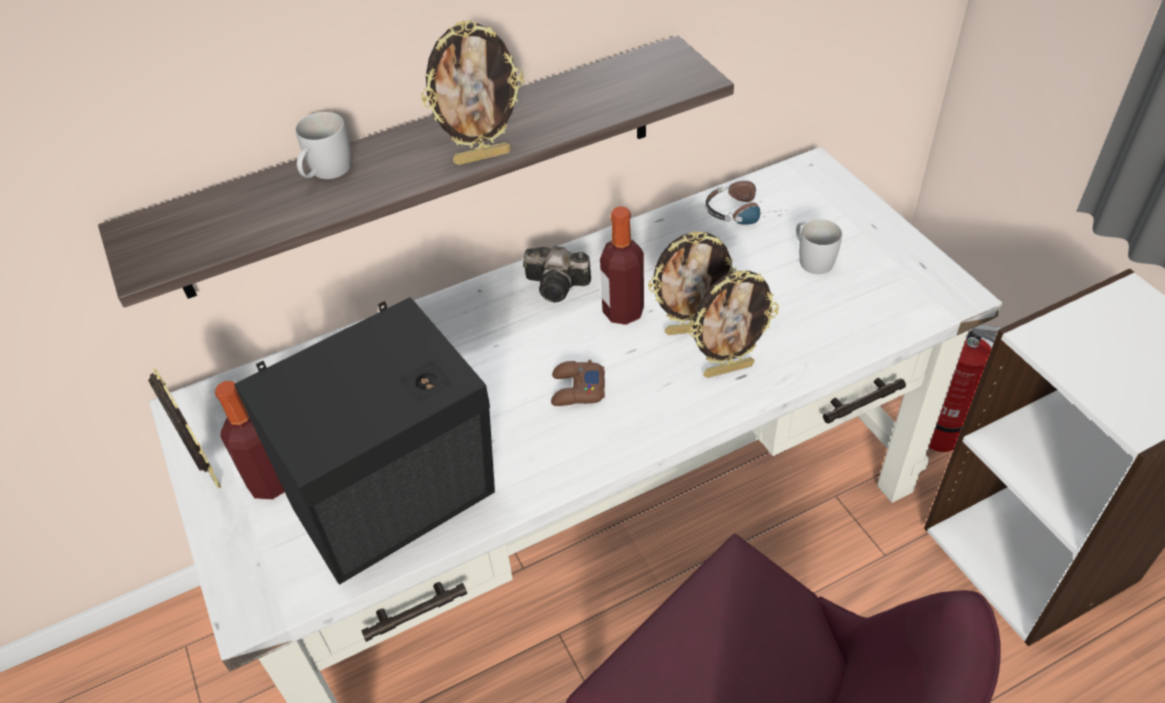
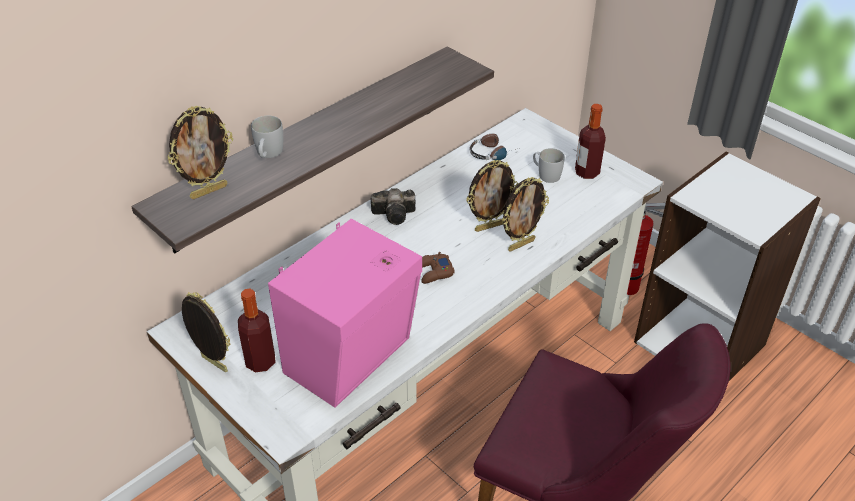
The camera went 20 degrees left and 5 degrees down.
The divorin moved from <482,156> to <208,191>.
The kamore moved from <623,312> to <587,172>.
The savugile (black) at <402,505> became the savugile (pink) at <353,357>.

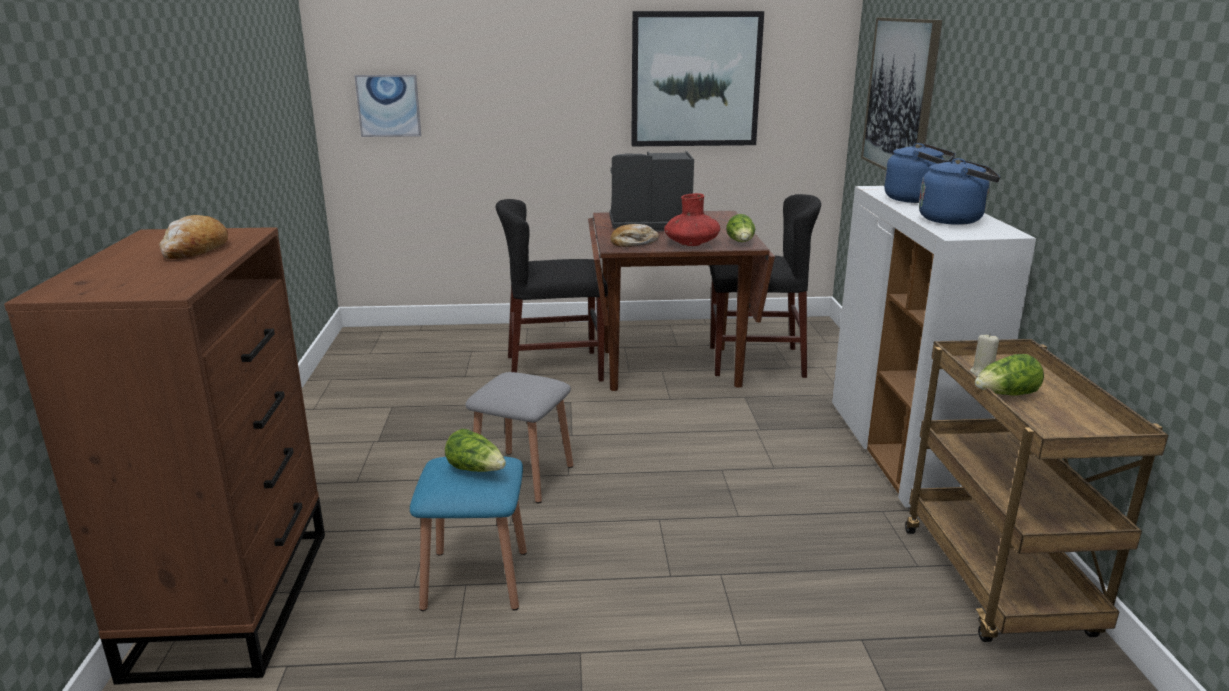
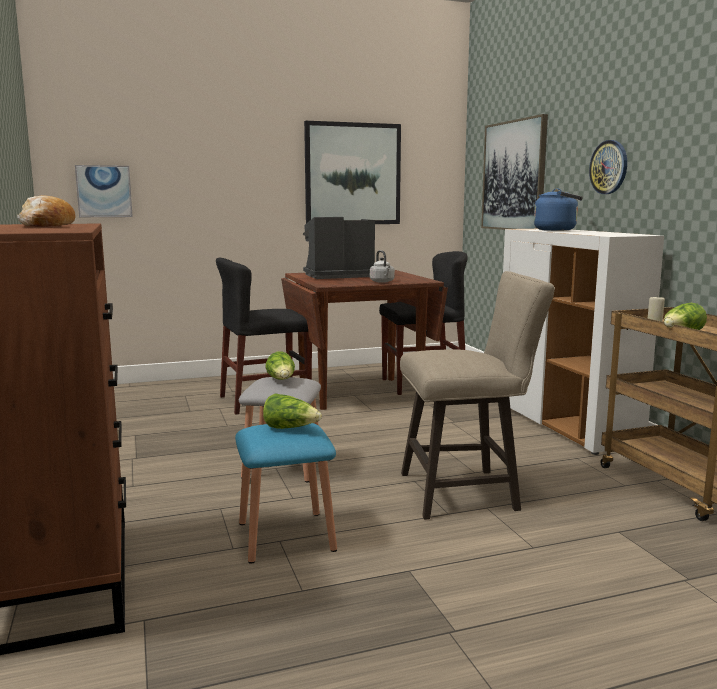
The camera went 15 degrees left and 10 degrees down.
The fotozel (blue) at <954,220> disappeared.
The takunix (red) at <691,244> was replaced by the fotozel (grey) at <382,282>.
The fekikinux moved from <741,242> to <281,380>.
The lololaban at <633,243> disappeared.
The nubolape at <609,167> appeared.
The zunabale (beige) at <467,492> appeared.

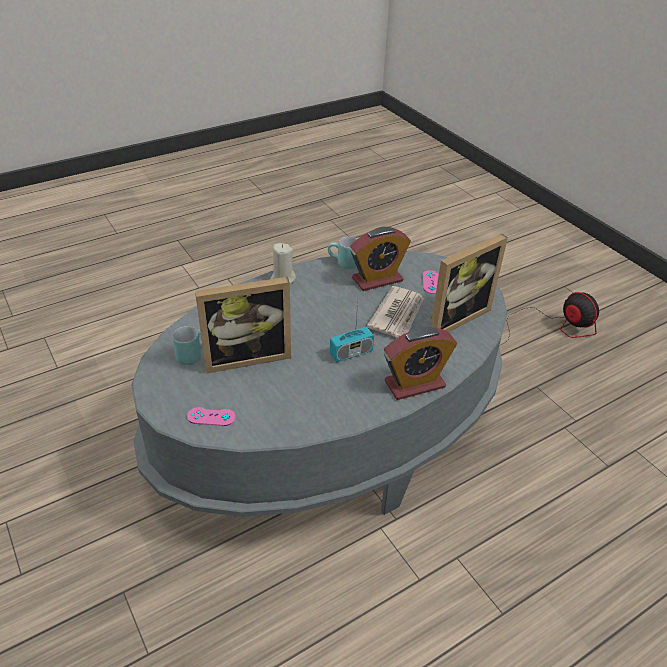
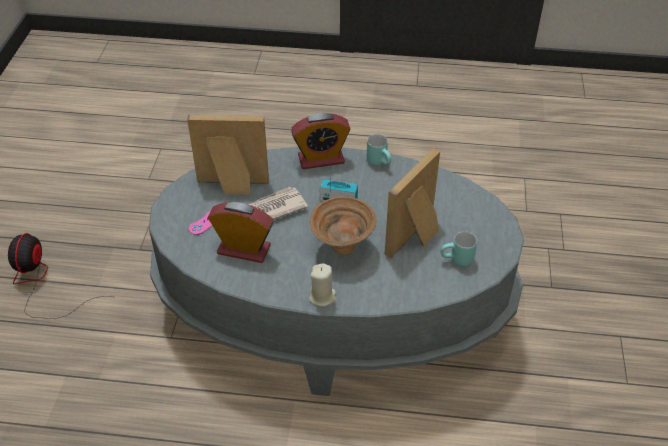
The camera went 140 degrees left and 5 degrees up.
The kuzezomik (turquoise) moved from <343,264> to <380,162>.
The divorin at <246,356> turned 75 degrees counterclockwise.
The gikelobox at <414,384> turned 150 degrees clockwise.
The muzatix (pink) at <211,417> disappeared.
The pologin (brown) at <342,248> appeared.

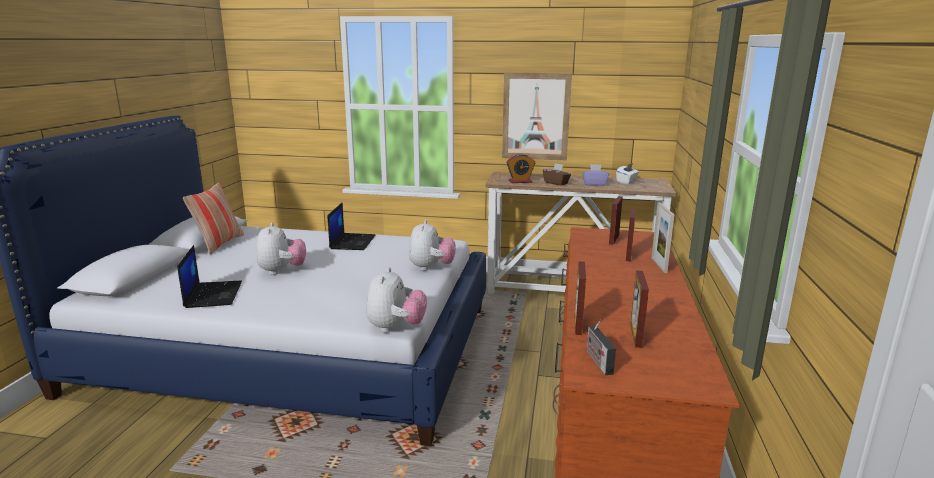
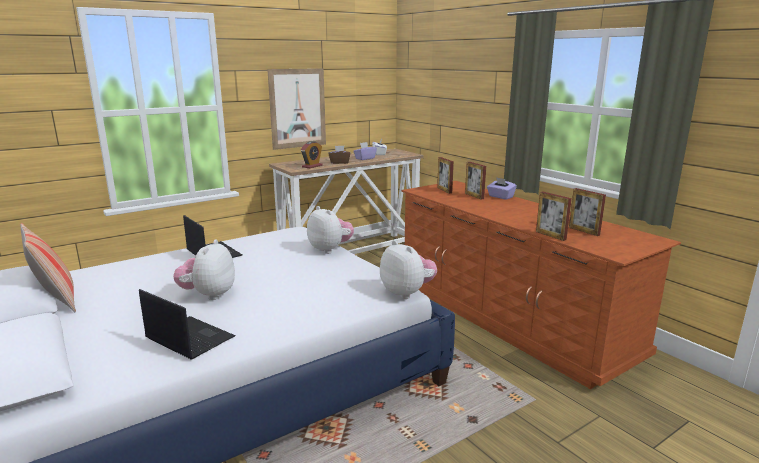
The camera went 45 degrees left and 0 degrees up.
The divorin at <659,265> was replaced by the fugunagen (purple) at <500,197>.
The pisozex at <282,271> turned 120 degrees counterclockwise.
The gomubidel at <597,361> disappeared.

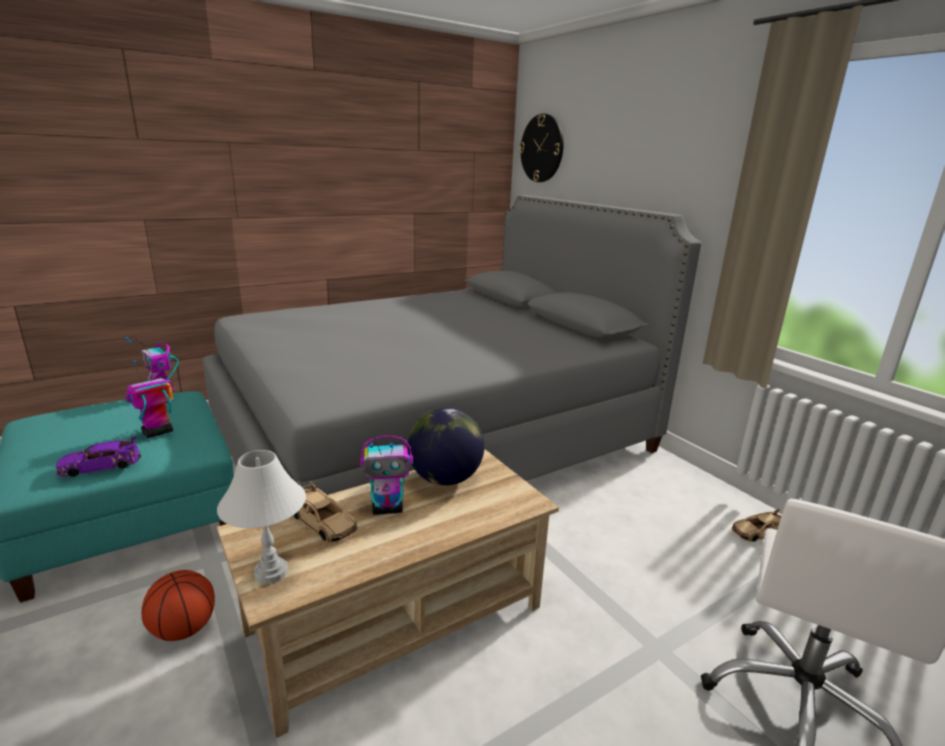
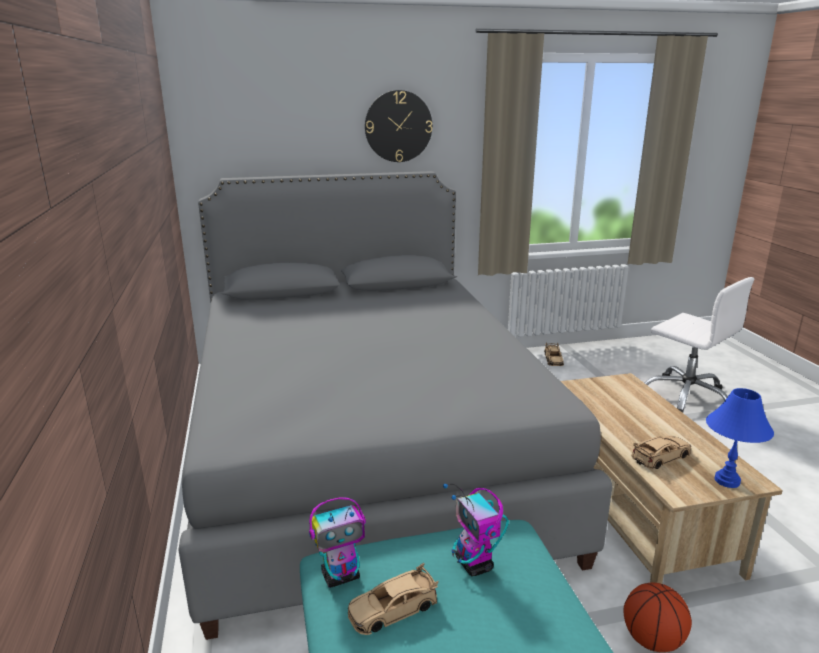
The camera went 70 degrees left and 0 degrees up.
The nubolape moved from <542,148> to <398,126>.
The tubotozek at <445,479> disappeared.
The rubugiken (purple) at <100,466> disappeared.
The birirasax at <388,508> disappeared.
The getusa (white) at <271,573> became the getusa (blue) at <727,480>.
The rubugiken (beige) at <393,609> appeared.

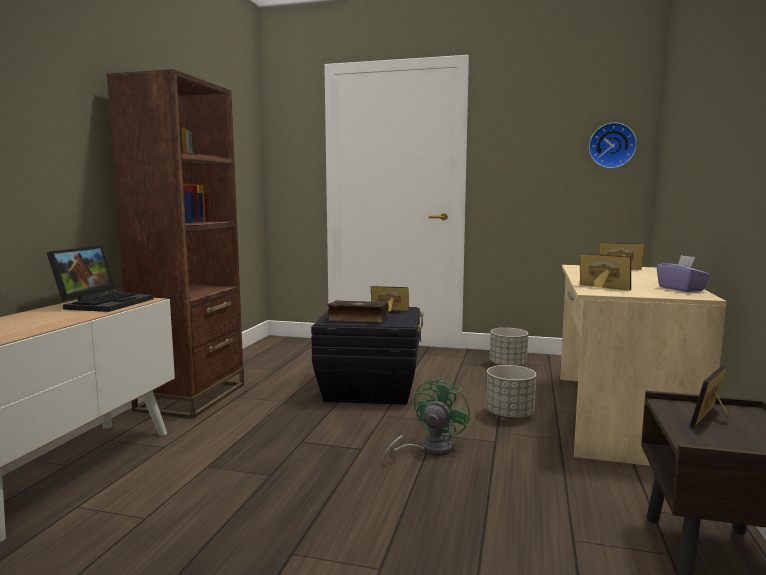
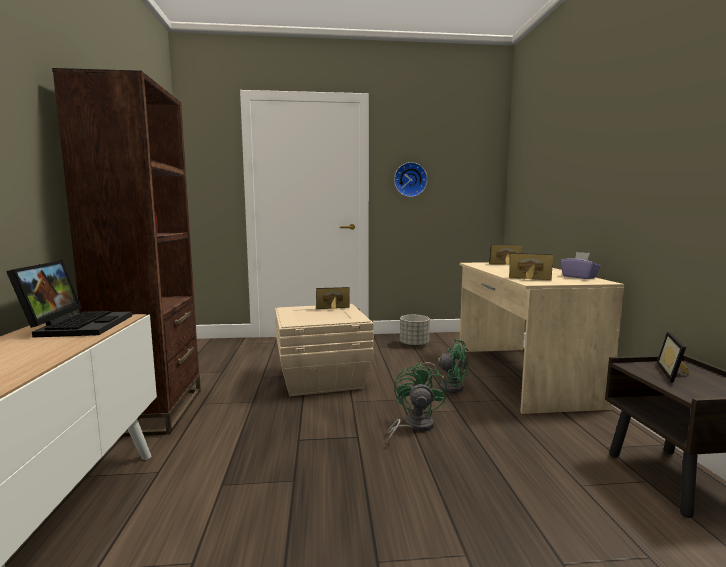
The camera went 20 degrees left and 0 degrees up.
The nubolape moved from <611,145> to <410,179>.
The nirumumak at <358,319> disappeared.
The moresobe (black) at <370,388> became the moresobe (beige) at <322,378>.
The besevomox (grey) at <509,415> was replaced by the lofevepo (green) at <449,386>.

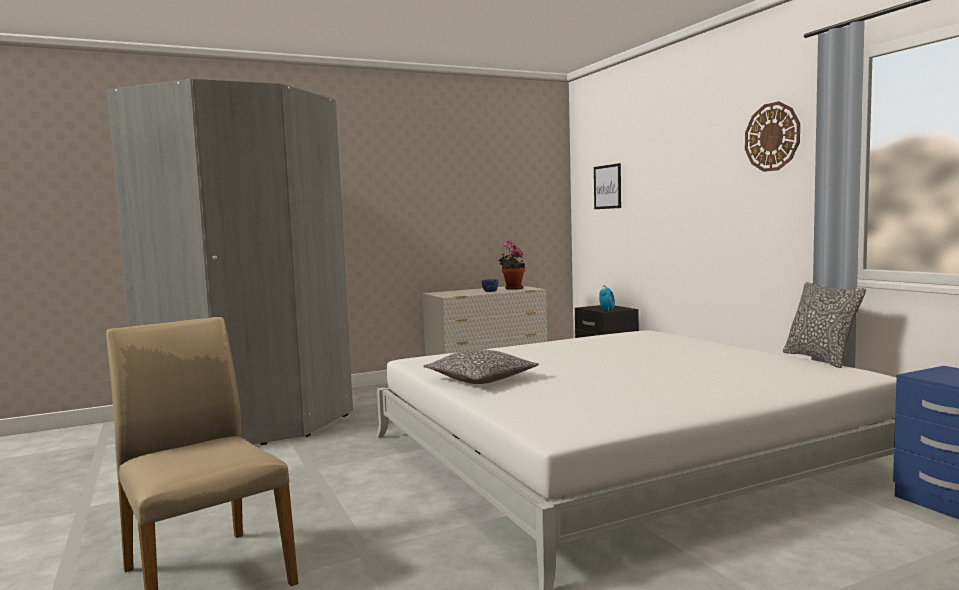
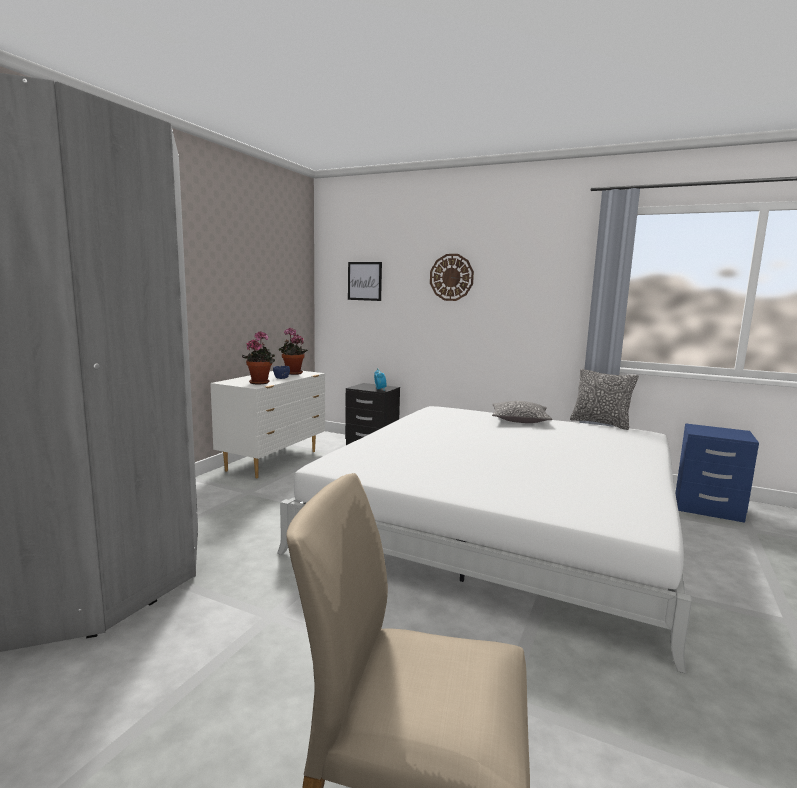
The camera went 40 degrees left and 5 degrees up.
The nubolape moved from <772,137> to <451,277>.
The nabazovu moved from <481,379> to <519,420>.
The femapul at <260,382> appeared.

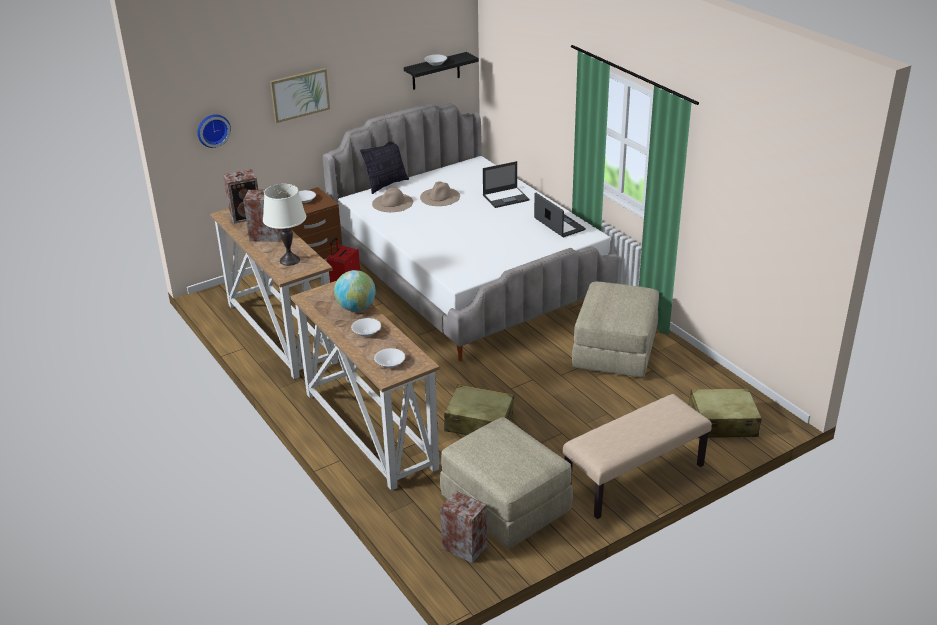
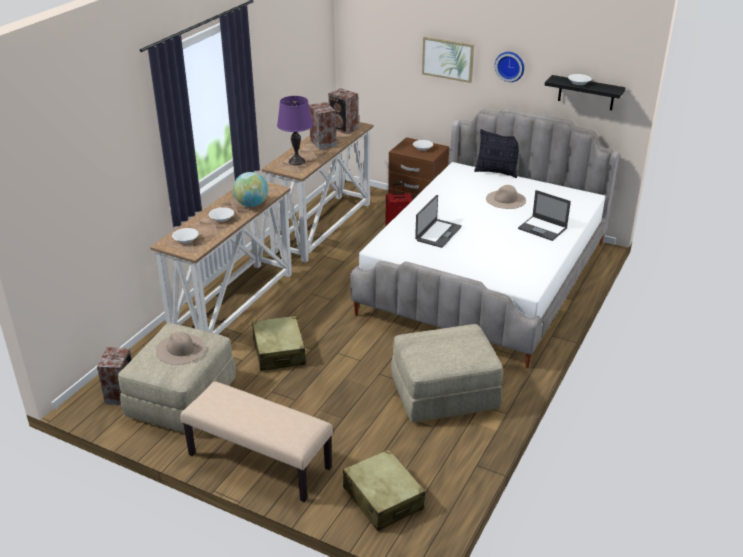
The camera went 60 degrees right and 0 degrees up.
The nubolape moved from <212,130> to <510,66>.
The getusa (white) at <290,260> became the getusa (purple) at <297,161>.
The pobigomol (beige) moved from <392,203> to <180,349>.
The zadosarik moved from <559,224> to <438,233>.

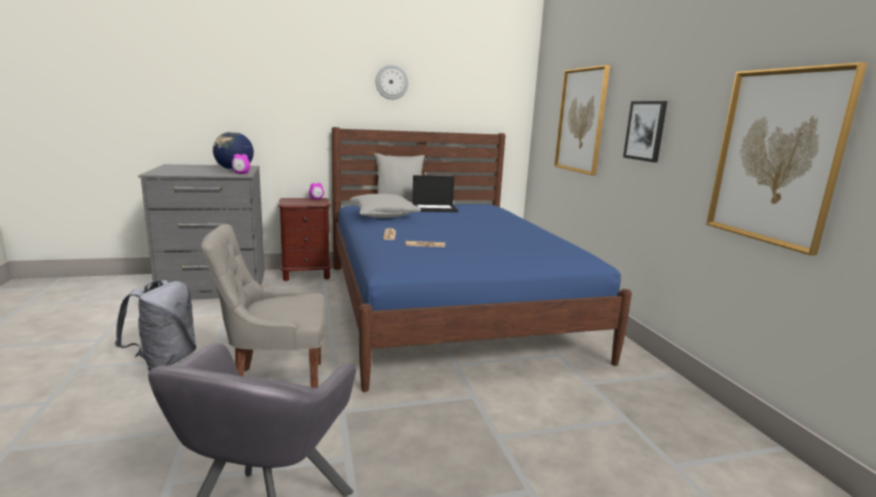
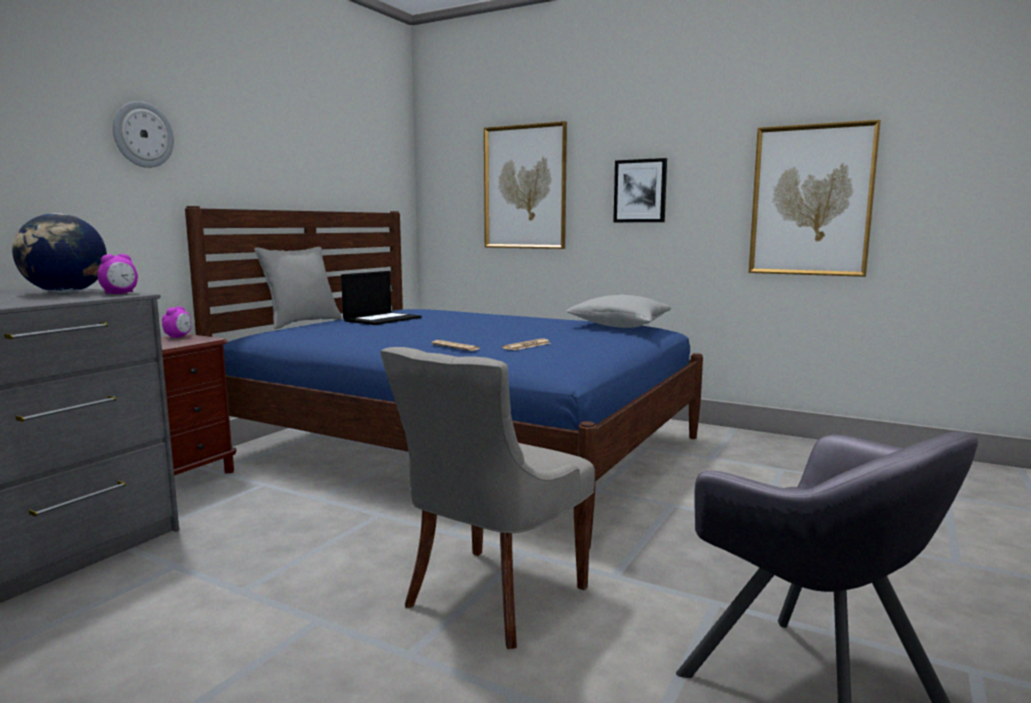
The camera went 45 degrees left and 5 degrees down.
The nubolape moved from <391,82> to <143,135>.
The nabazovu (grey) moved from <383,216> to <619,326>.
The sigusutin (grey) at <164,361> disappeared.

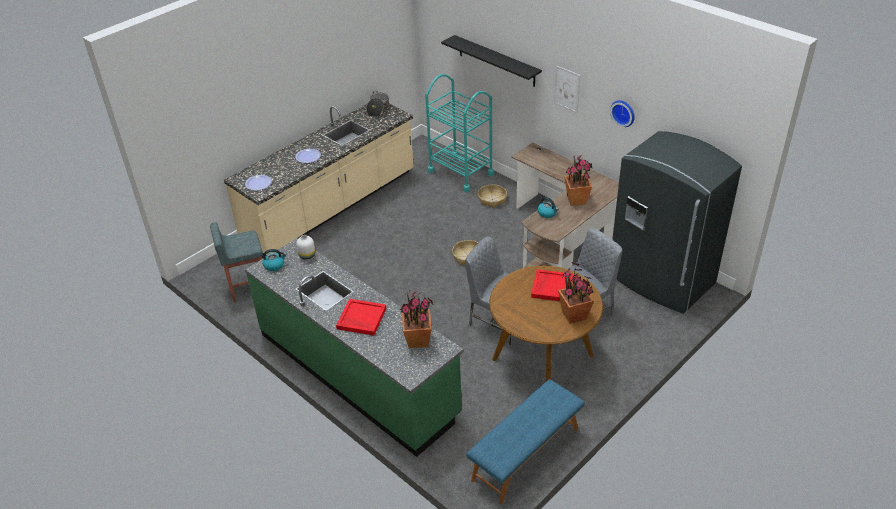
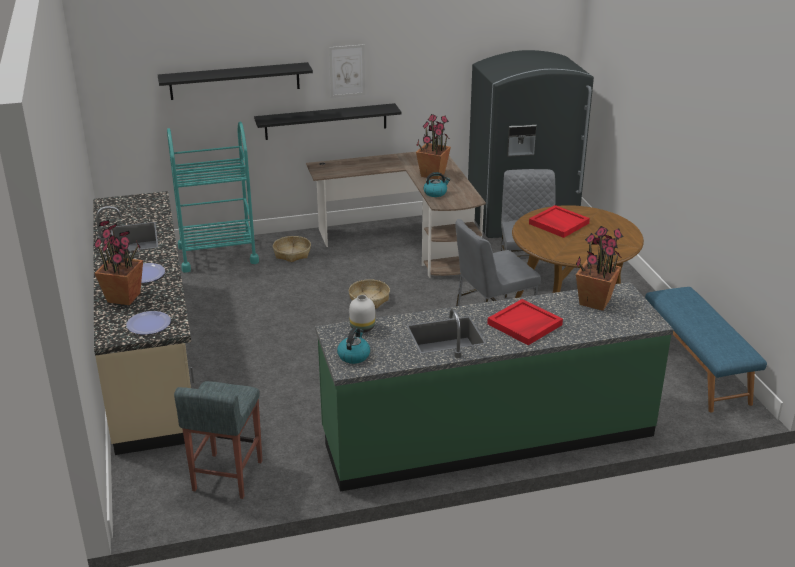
The camera went 60 degrees left and 10 degrees down.
The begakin at <378,109> disappeared.
The nubolape at <623,112> disappeared.
The femapul moved from <574,315> to <124,297>.
The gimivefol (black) at <326,121> appeared.

